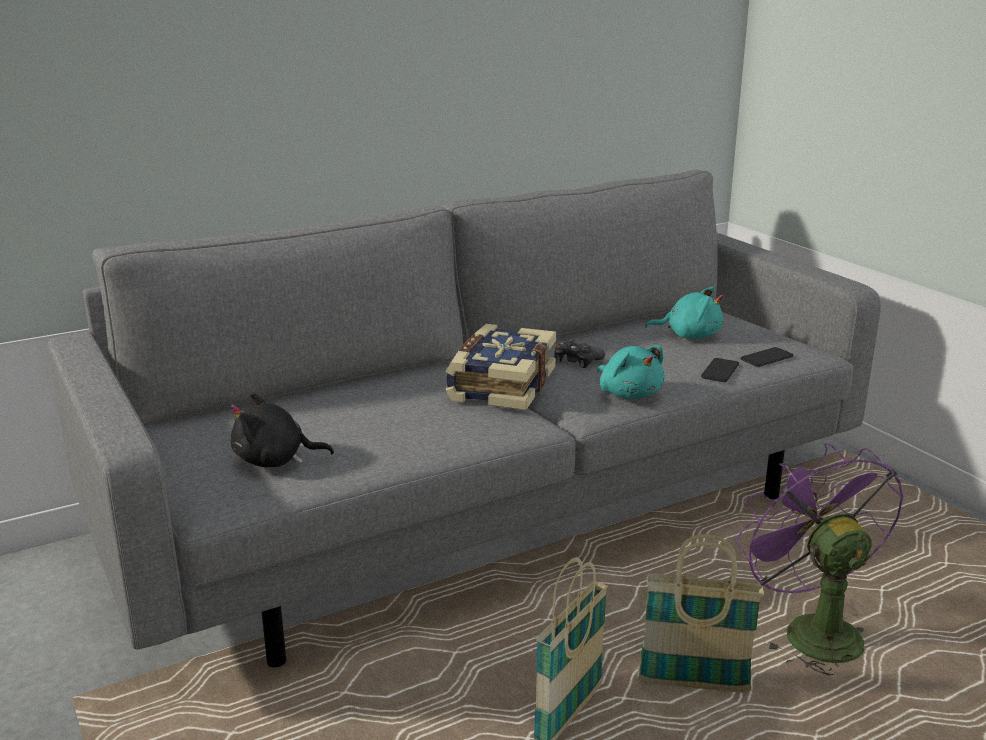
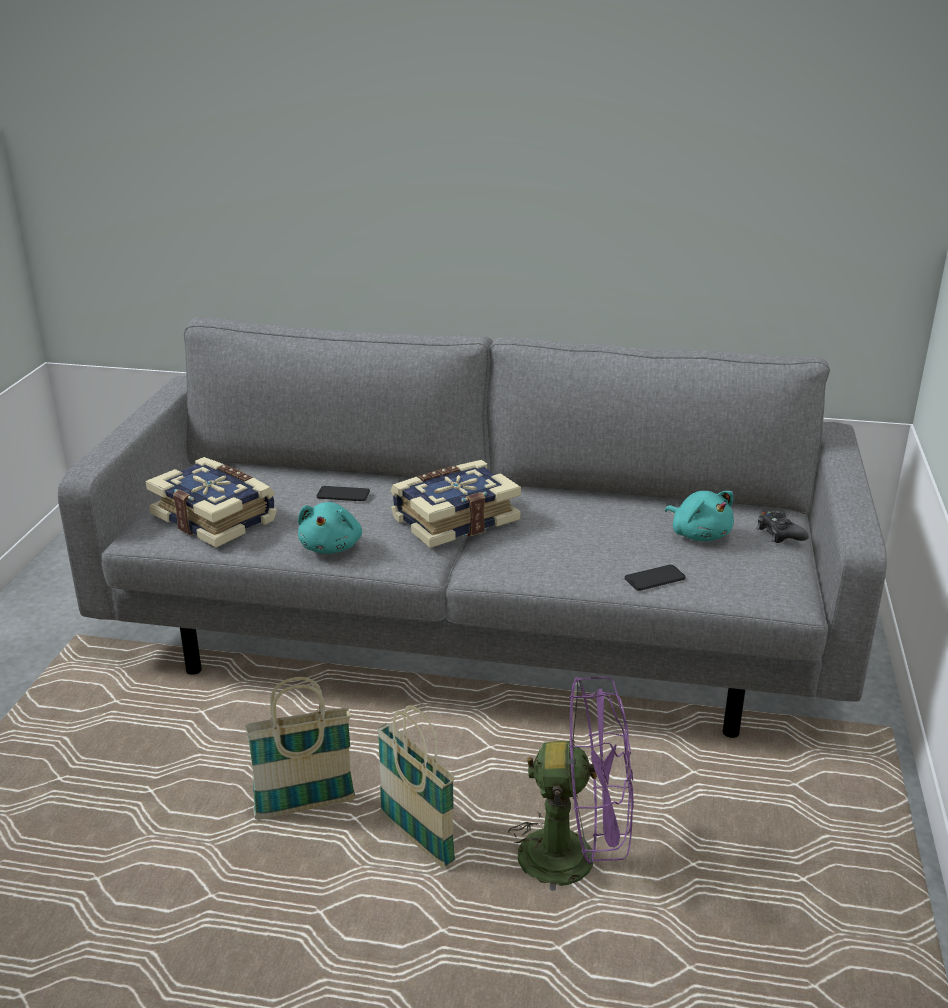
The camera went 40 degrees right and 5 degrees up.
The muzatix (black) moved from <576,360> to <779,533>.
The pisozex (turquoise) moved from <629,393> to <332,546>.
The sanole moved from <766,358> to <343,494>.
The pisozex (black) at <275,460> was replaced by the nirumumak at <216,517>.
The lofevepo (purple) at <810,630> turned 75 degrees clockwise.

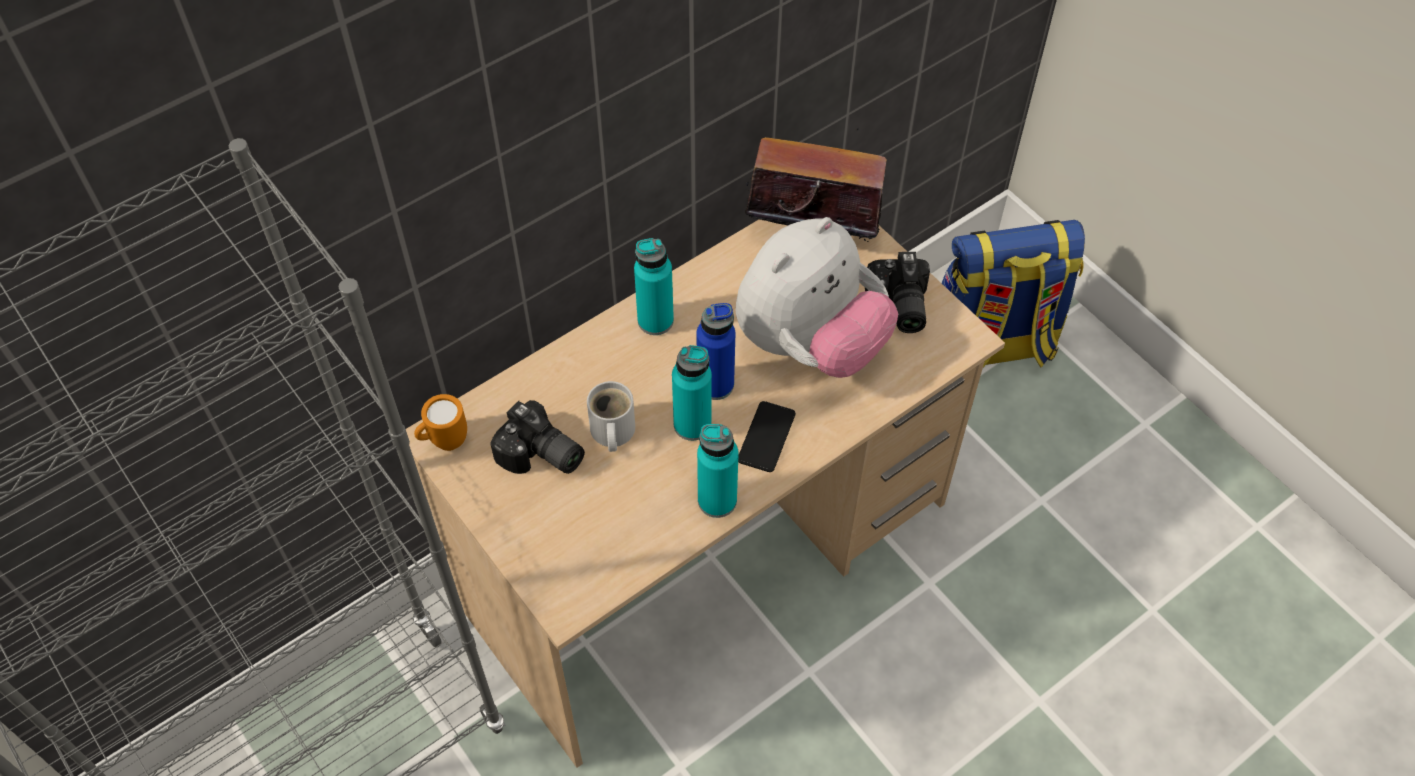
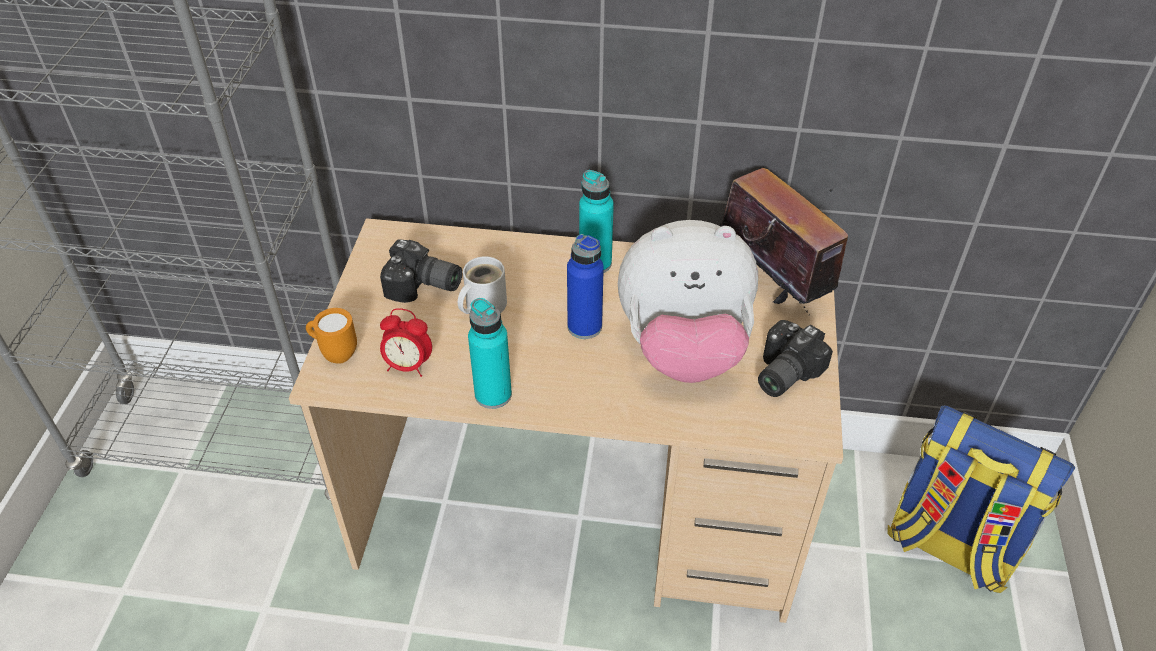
The camera went 45 degrees right and 10 degrees down.
The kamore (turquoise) at <692,424> disappeared.
The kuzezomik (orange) moved from <444,441> to <335,353>.
The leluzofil at <540,456> turned 60 degrees counterclockwise.
The sanole at <766,437> disappeared.
The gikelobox at <408,366> appeared.

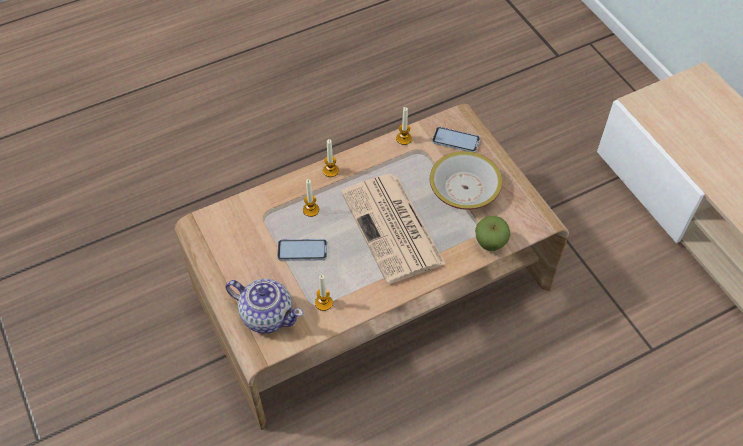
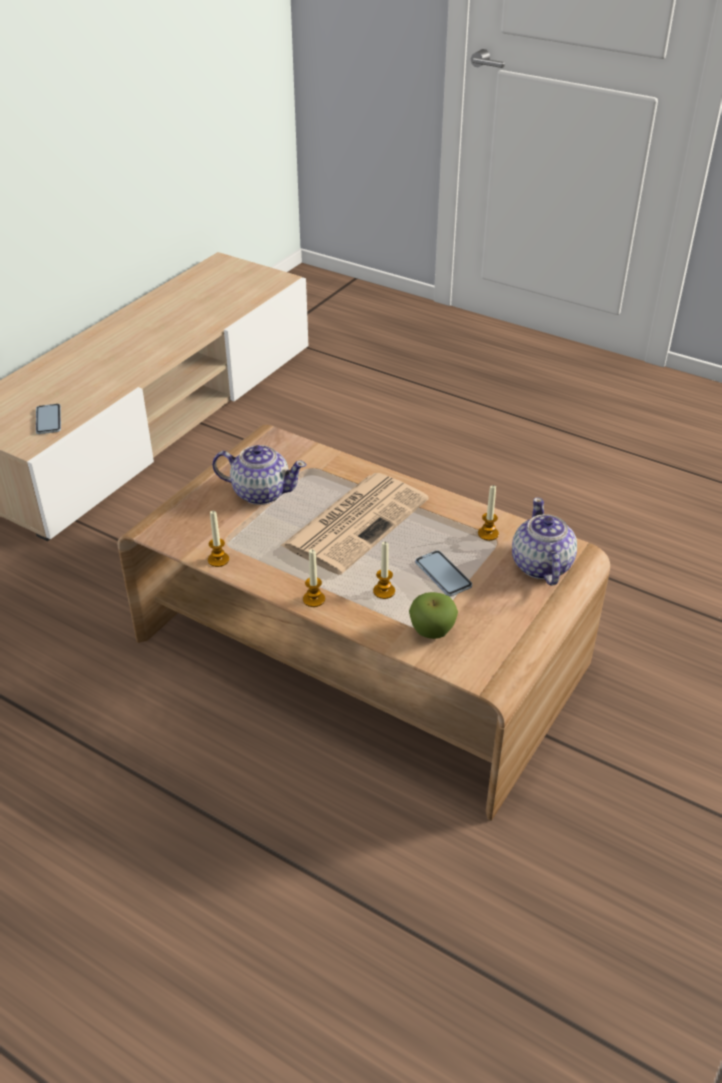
The camera went 120 degrees left and 15 degrees down.
The sanole moved from <455,140> to <48,420>.
The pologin at <465,188> was replaced by the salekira at <260,492>.
The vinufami moved from <490,243> to <432,632>.

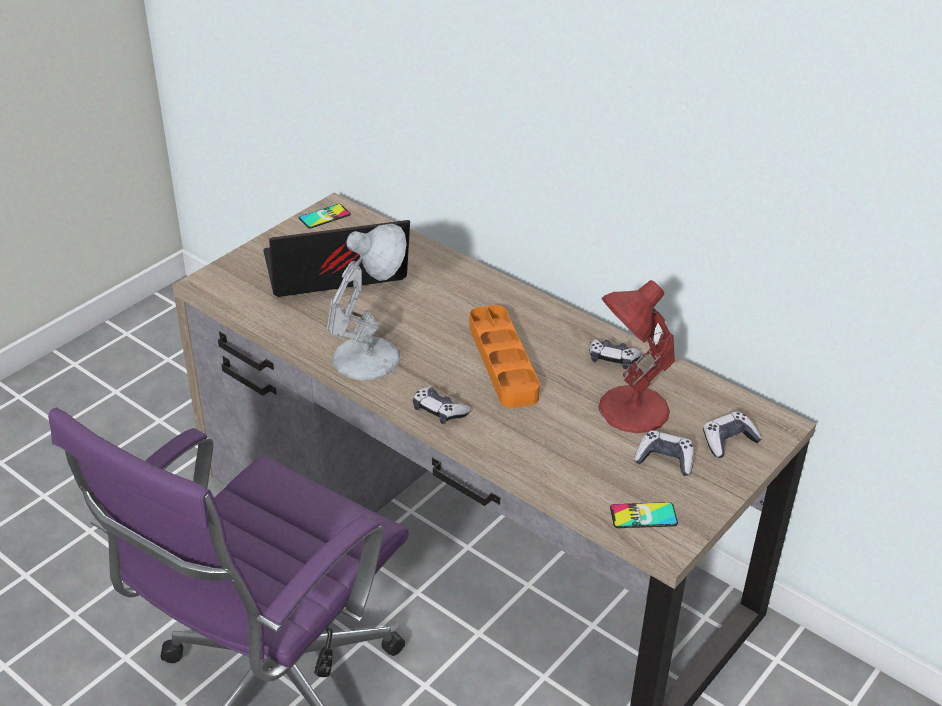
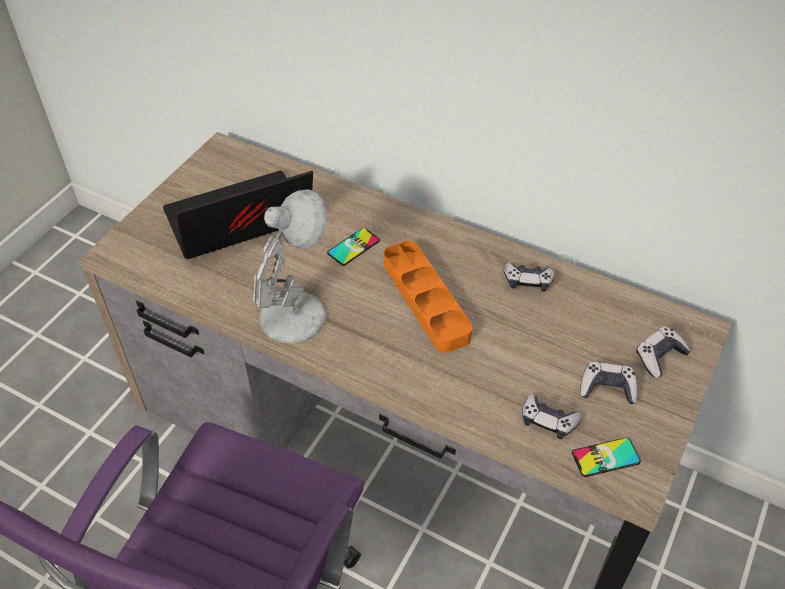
The camera went 10 degrees left and 10 degrees up.
The sanole moved from <324,216> to <353,247>.
The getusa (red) at <630,410> disappeared.
The muzatix moved from <439,411> to <548,421>.

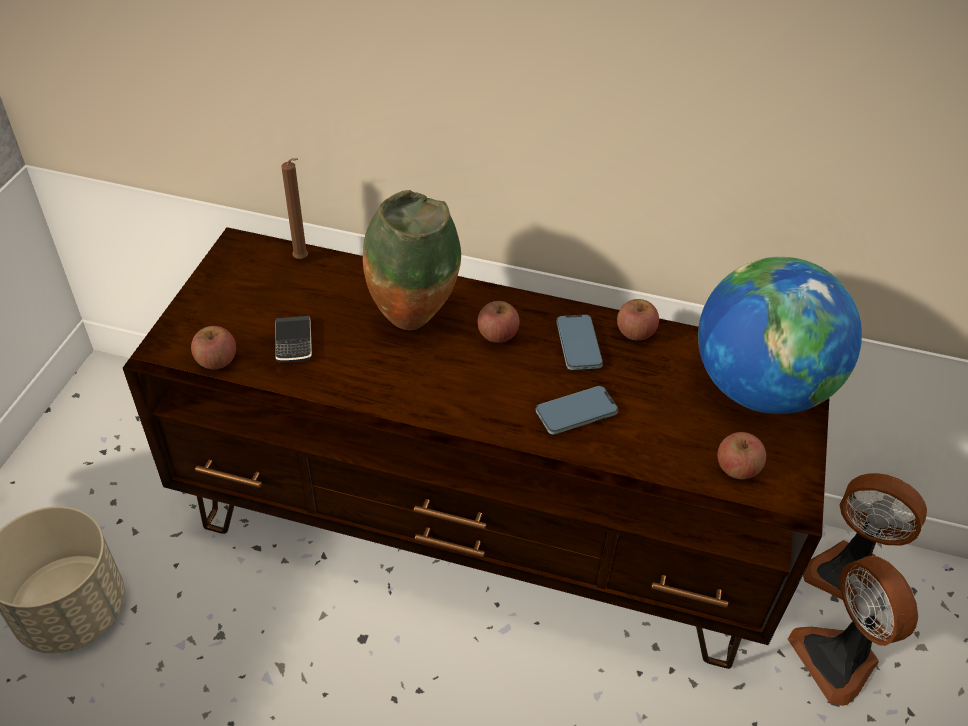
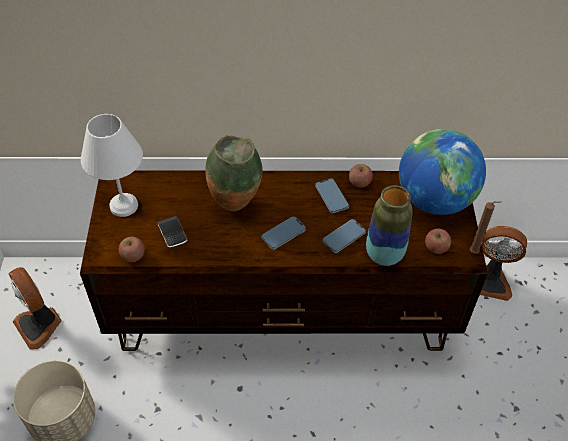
The camera went 15 degrees left and 5 degrees up.
The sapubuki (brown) moved from <302,260> to <475,252>.
The vinufami at <497,334> disappeared.
The lofevepo moved from <838,659> to <39,325>.
The getusa (white) at <122,206> appeared.
The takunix at <384,255> appeared.
The sanole at <283,234> appeared.

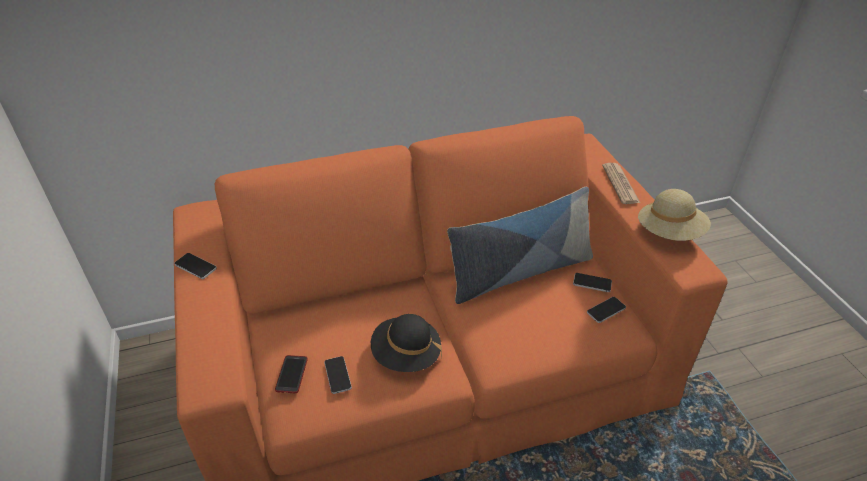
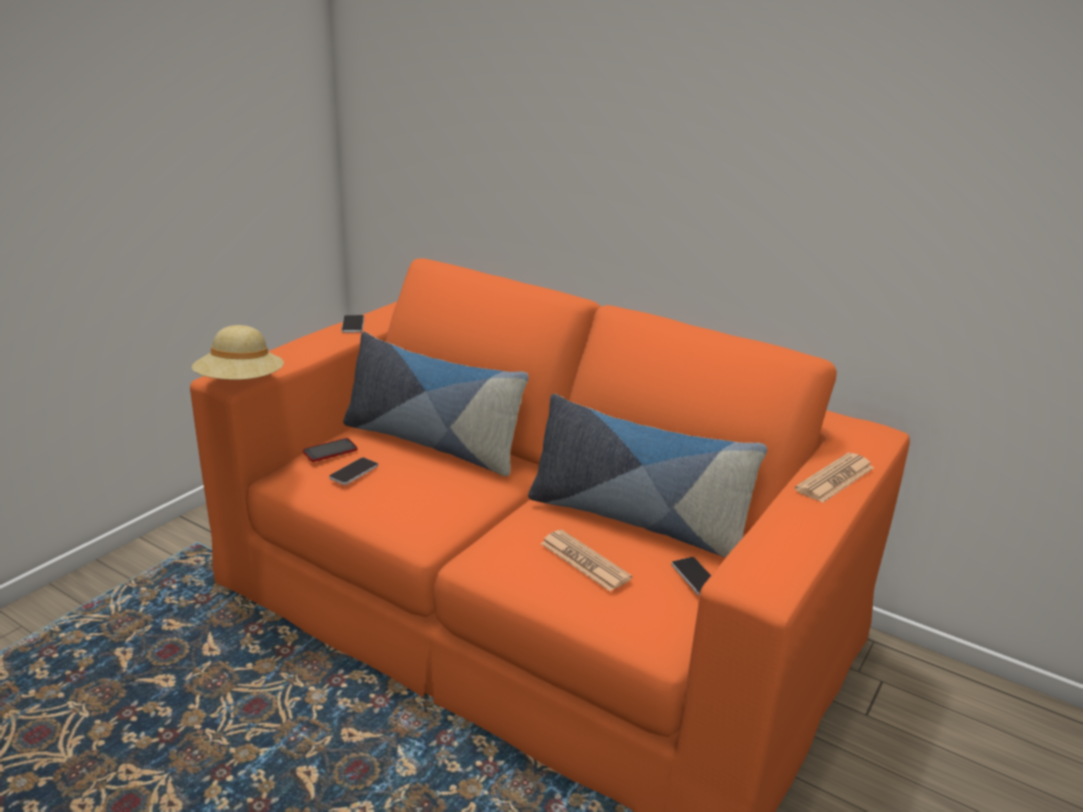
The camera went 50 degrees right and 15 degrees down.
The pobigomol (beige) moved from <669,233> to <241,384>.
The sanole at <606,310> disappeared.
The pobigomol (black) at <406,355> disappeared.
The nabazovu at <432,443> appeared.
The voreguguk at <584,561> appeared.

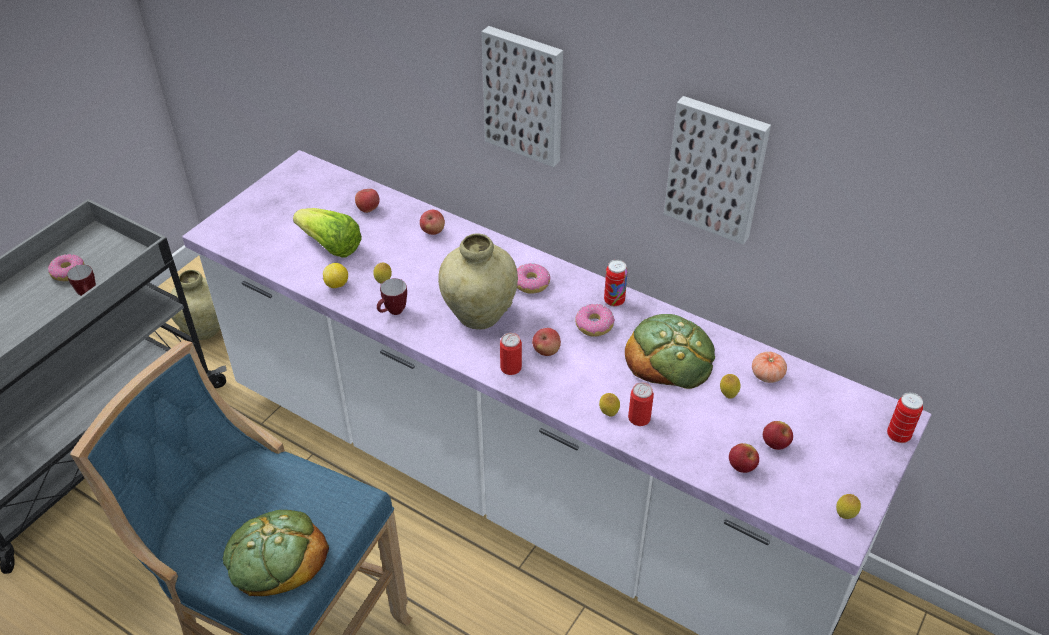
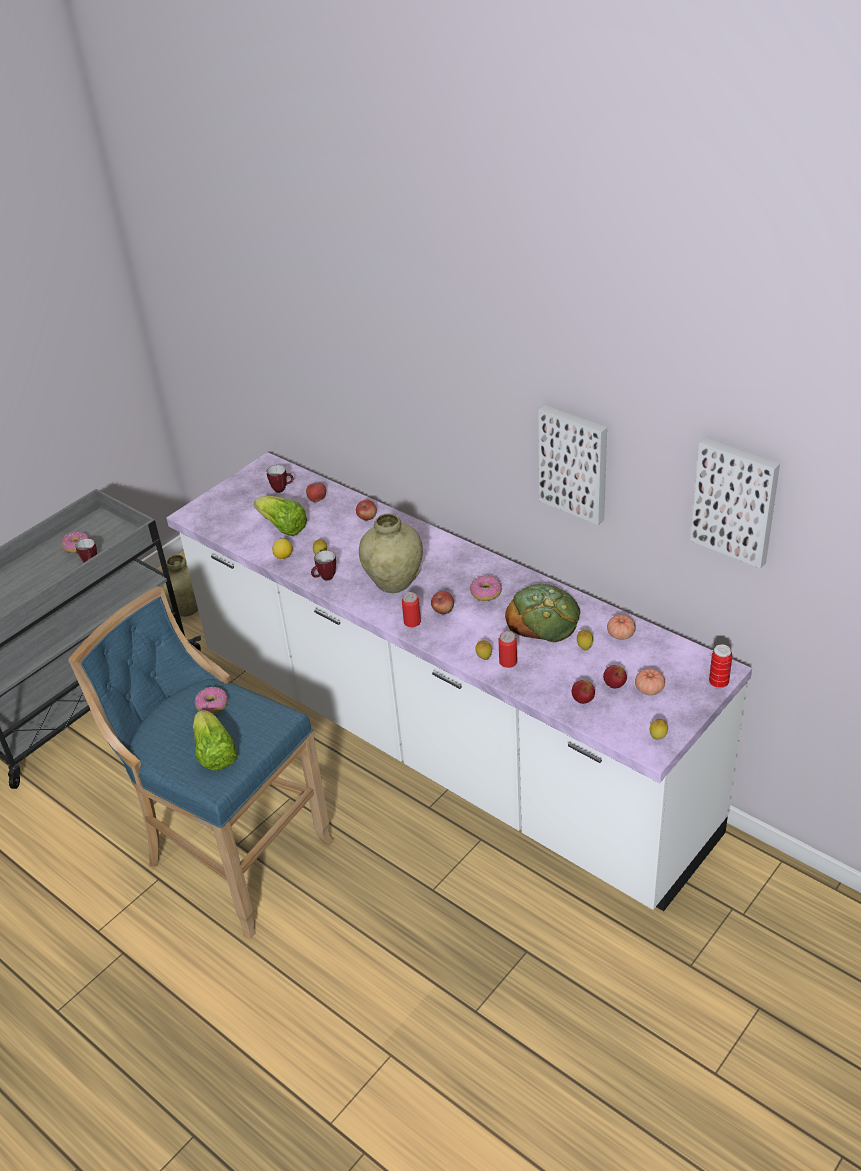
The camera went 10 degrees right and 5 degrees down.
The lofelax moved from <525,95> to <736,500>.
The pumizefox at <614,301> disappeared.
The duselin moved from <531,283> to <212,705>.
The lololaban at <275,556> was replaced by the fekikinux at <214,753>.
The kuzezomik at <282,489> appeared.
The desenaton at <649,689> appeared.

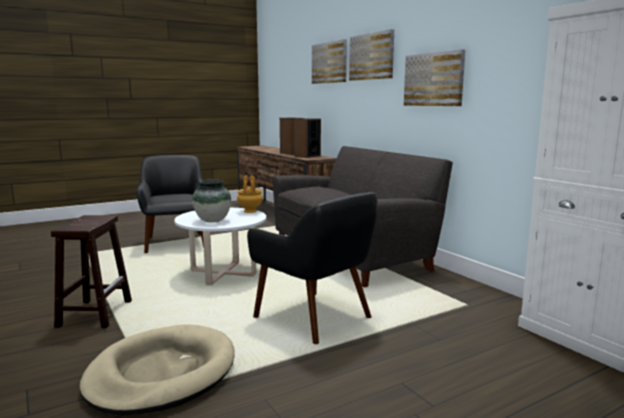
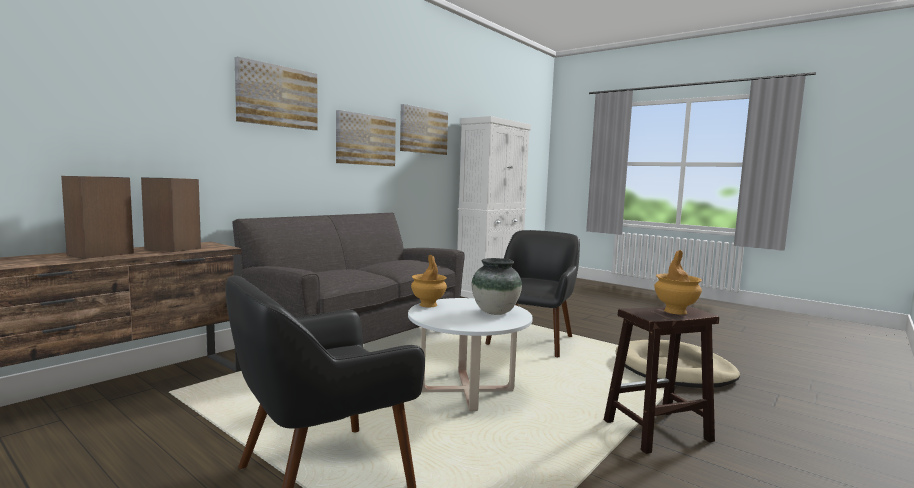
The camera went 110 degrees left and 5 degrees down.
The lofelax moved from <329,63> to <423,131>.
The takunix (brown) at <675,311> appeared.

